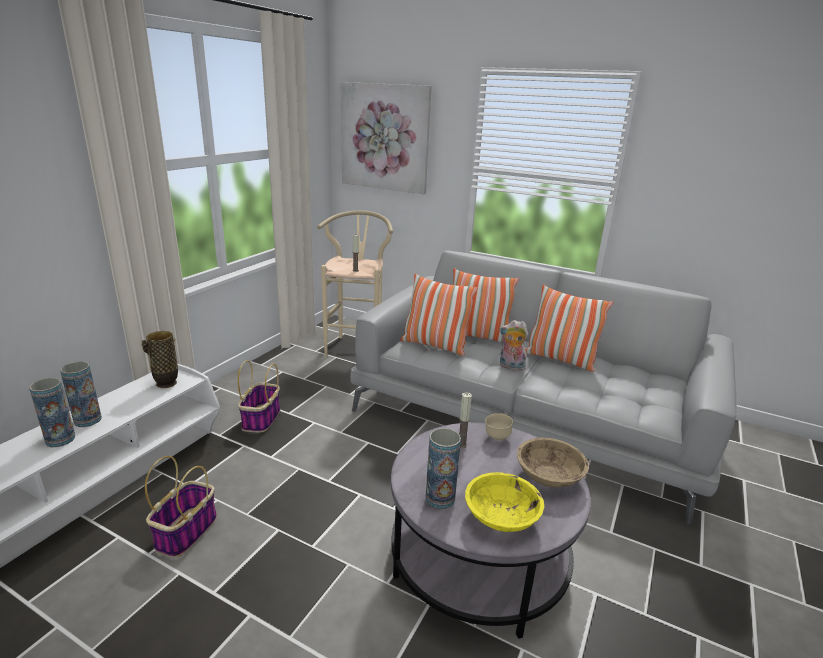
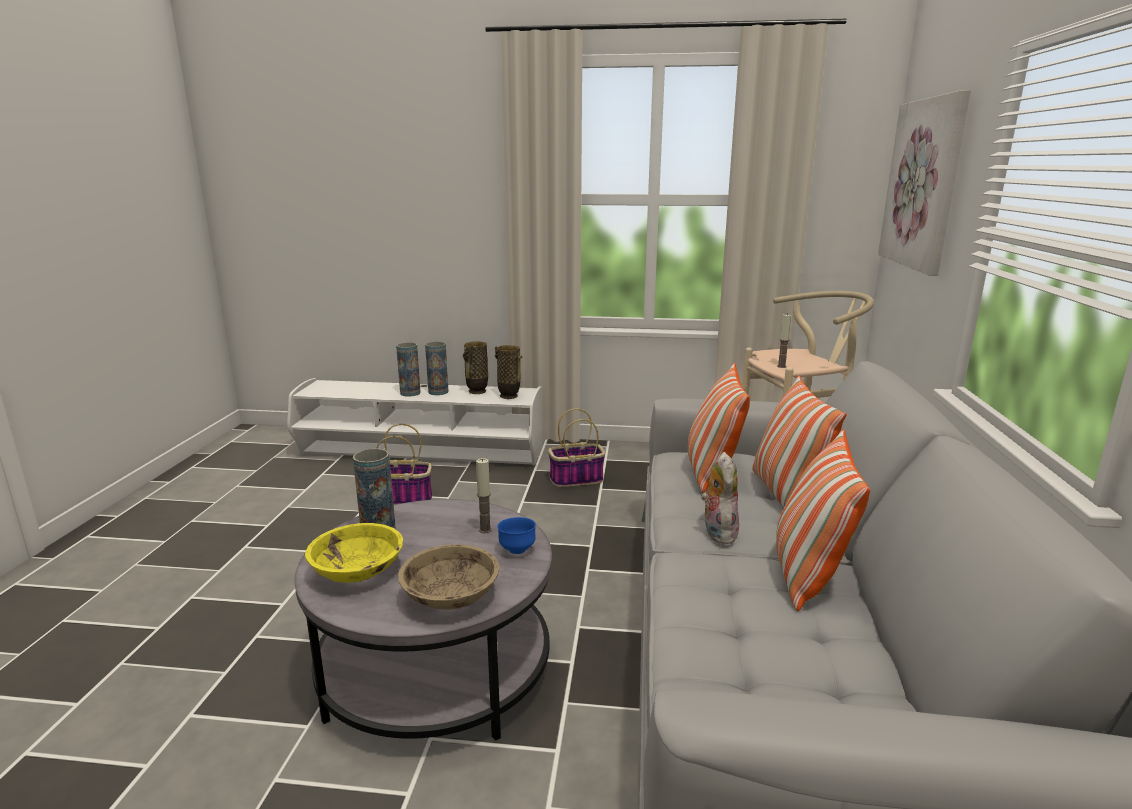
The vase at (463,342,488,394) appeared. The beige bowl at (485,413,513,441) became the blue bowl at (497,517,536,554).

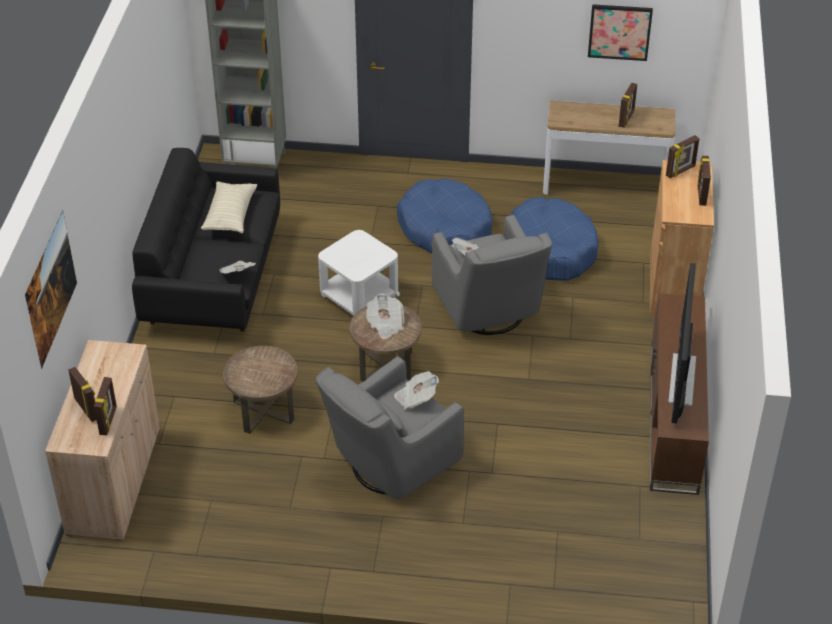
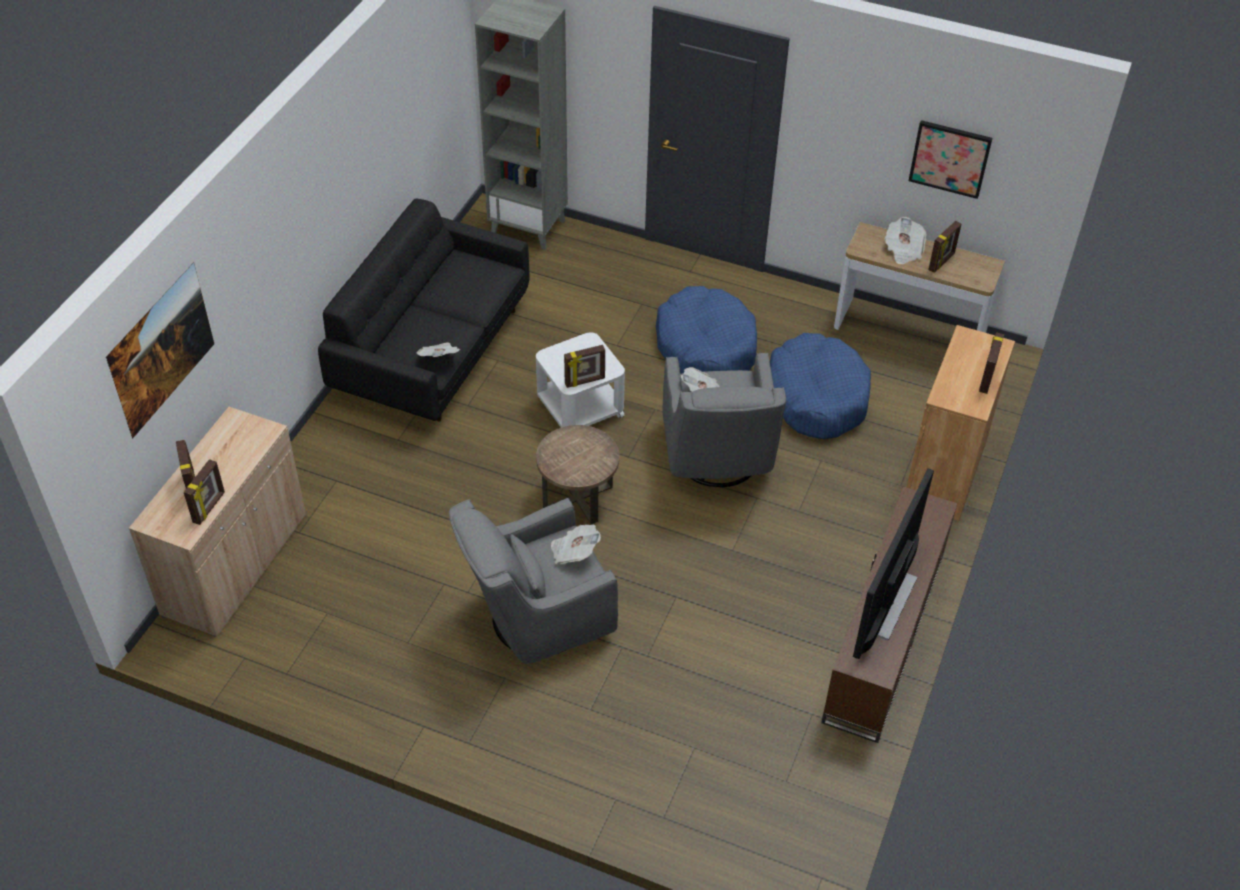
The picture frame moved from (666,135,700,178) to (564,345,605,388). The newspaper moved from (366,293,404,339) to (884,217,927,264). The beige pillow at (201,181,257,233) disappeared. The brown side table at (223,346,298,434) disappeared.

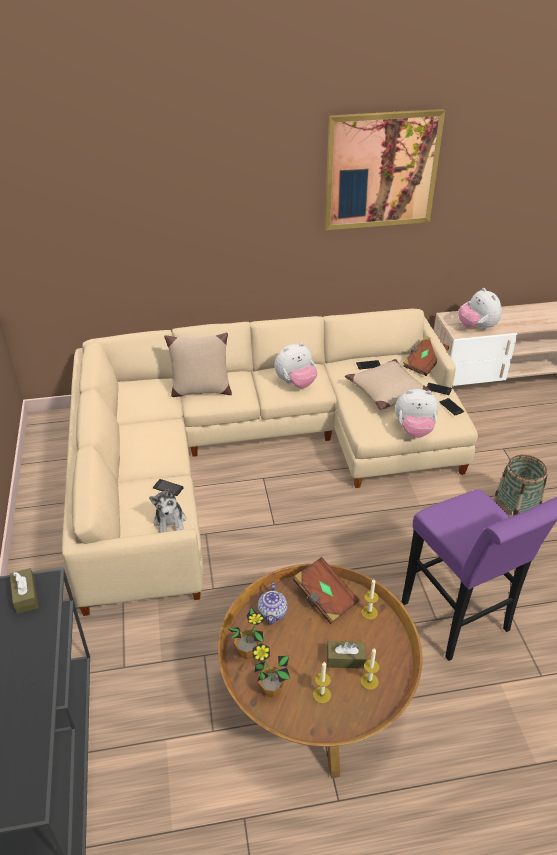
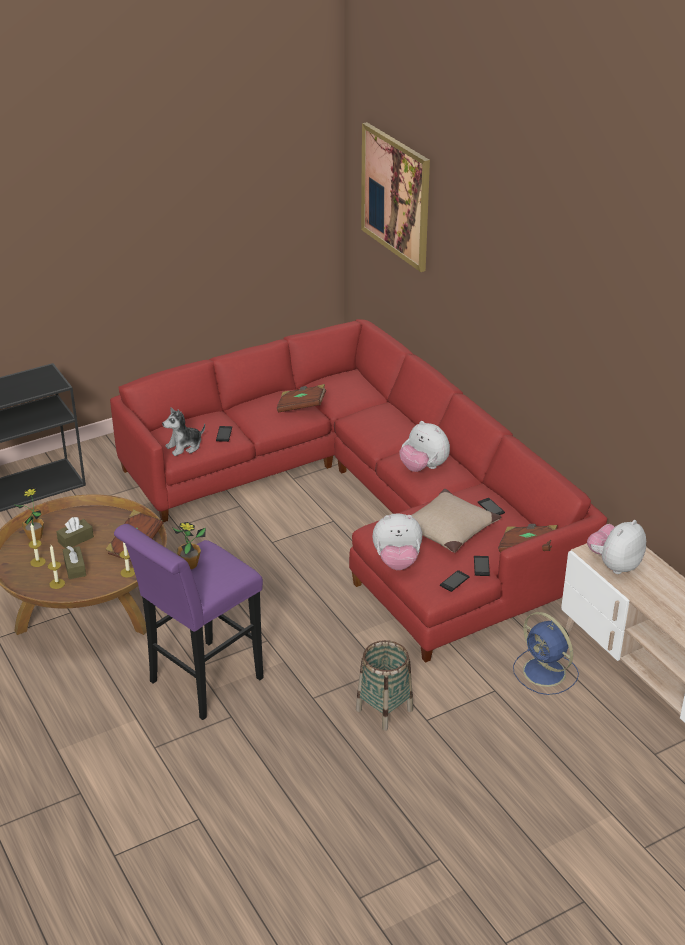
The brown tissue box moved from (10,568,38,614) to (56,517,94,549). The beige sofa at (62,309,478,616) became the red sofa at (110,319,607,663). The potted plant moved from (228,608,265,659) to (173,522,206,569). The brown book at (277,384,326,413) appeared. The picture moved from (324,109,445,230) to (361,122,430,272). The plush toy at (395,389,439,438) turned 75 degrees counterclockwise. The blue fan at (513,612,579,695) appeared. The beige pillow at (164,333,232,397) disappeared. The teapot at (258,582,287,625) disappeared.

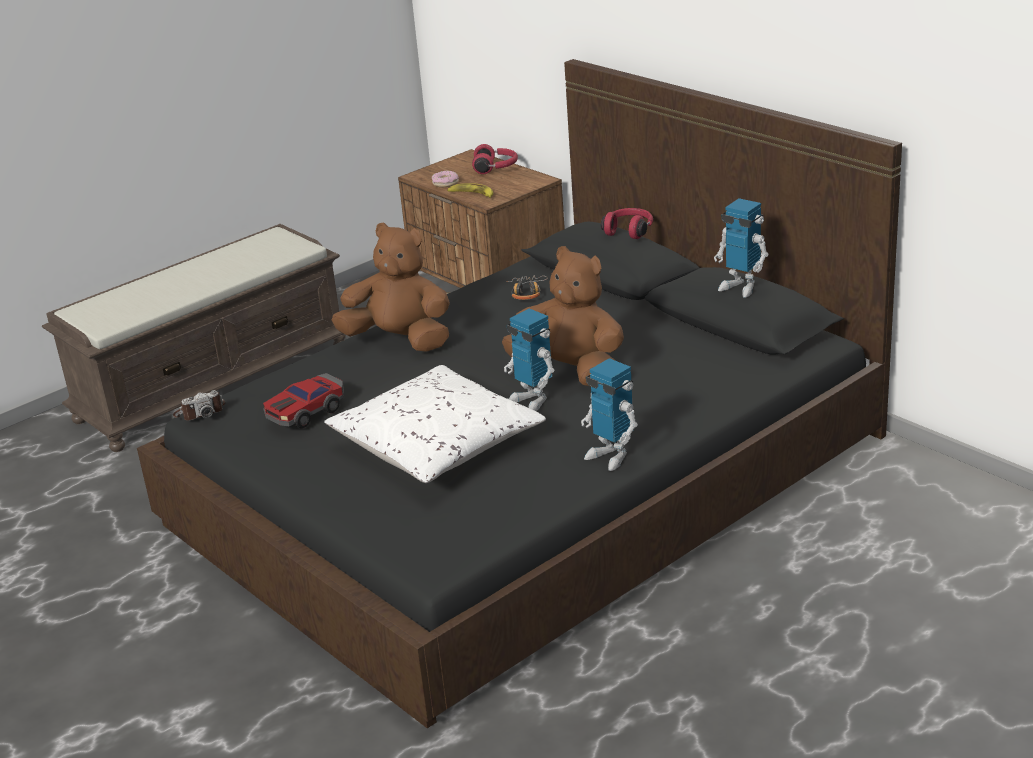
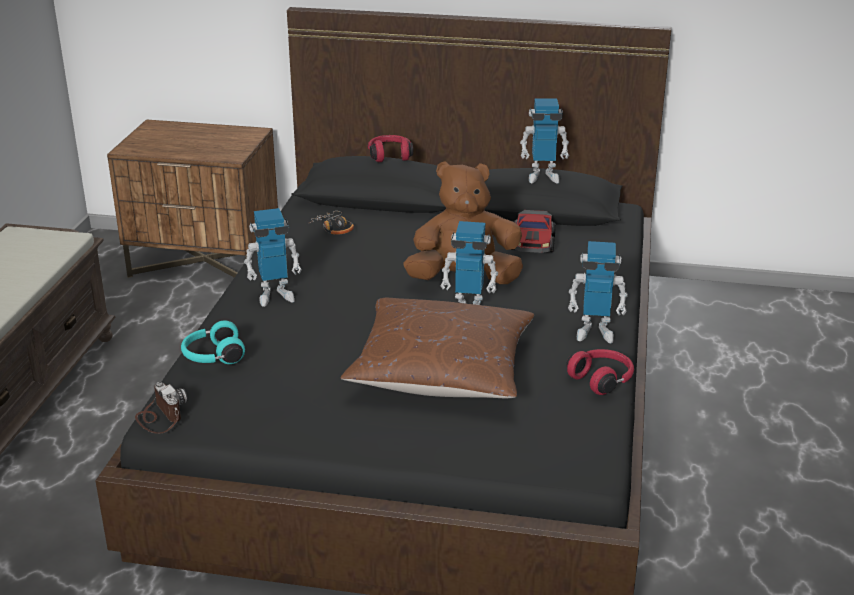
The photo camera at (173,390,225,420) turned 60 degrees counterclockwise. The turquoise headphones at (181,321,245,364) appeared. The brown plush toy at (331,223,450,352) was replaced by the toy robot at (244,208,302,307). The white pillow at (324,365,546,483) became the brown pillow at (341,297,534,398). The toy car moved from (263,373,344,428) to (511,210,556,253). The red headphones moved from (472,144,518,174) to (566,349,634,395). The donut at (431,170,459,187) disappeared. The banana at (447,183,493,198) disappeared.

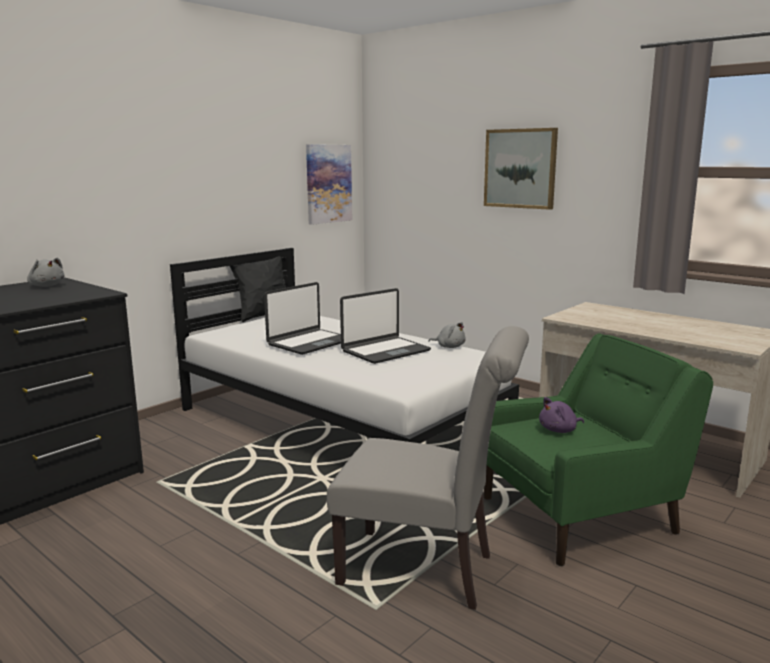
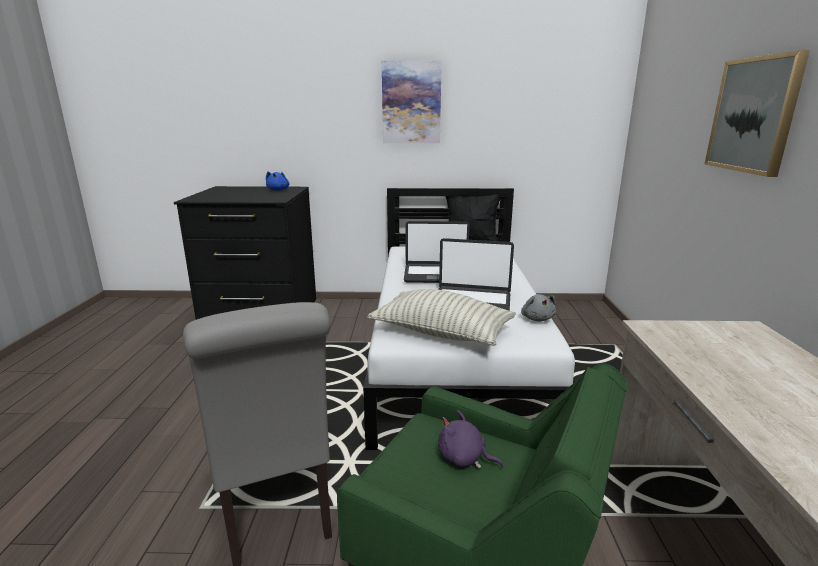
The grey plush toy at (27,258,64,287) became the blue plush toy at (266,171,290,191). The pillow at (367,289,516,346) appeared. The picture moved from (306,144,352,225) to (382,60,442,143).

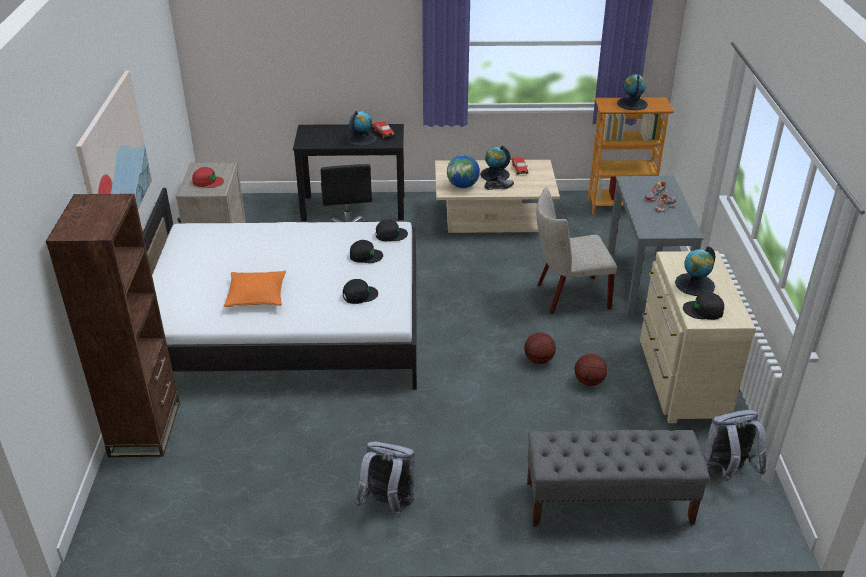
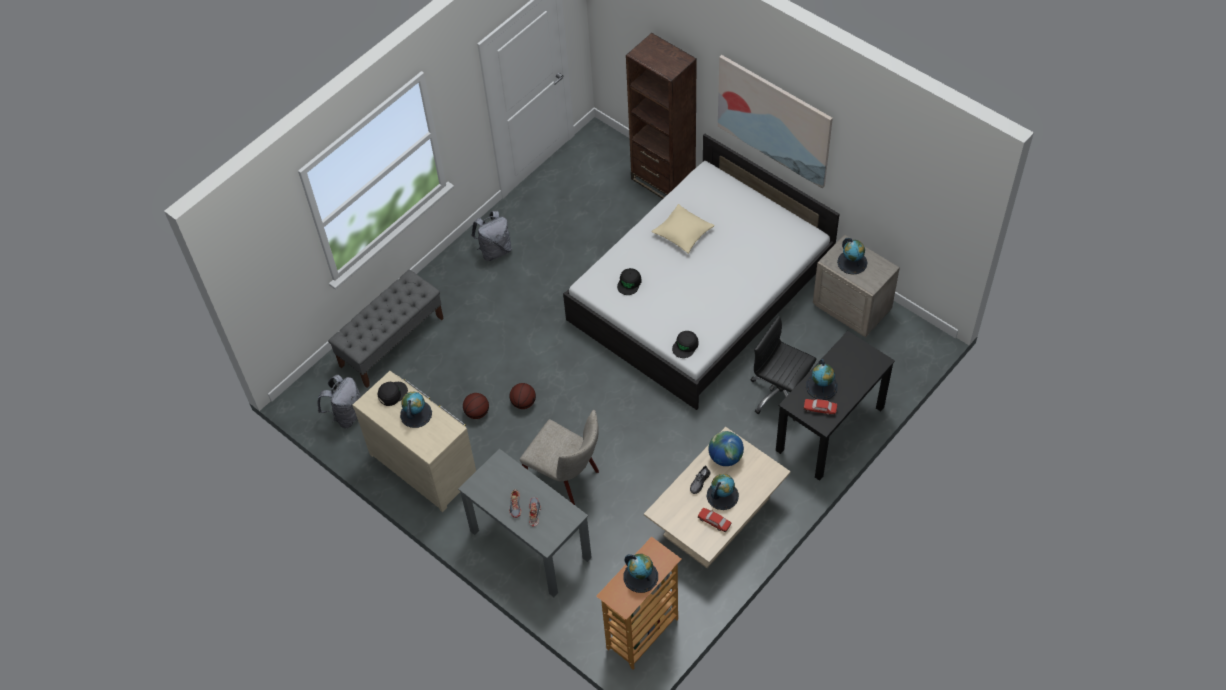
The beige chair at (536,187,617,314) turned 90 degrees clockwise. The orange pillow at (224,271,286,307) became the beige pillow at (652,204,715,254). The red cap at (192,167,224,188) was replaced by the globe at (837,238,868,275). The black cap at (350,240,383,263) disappeared.

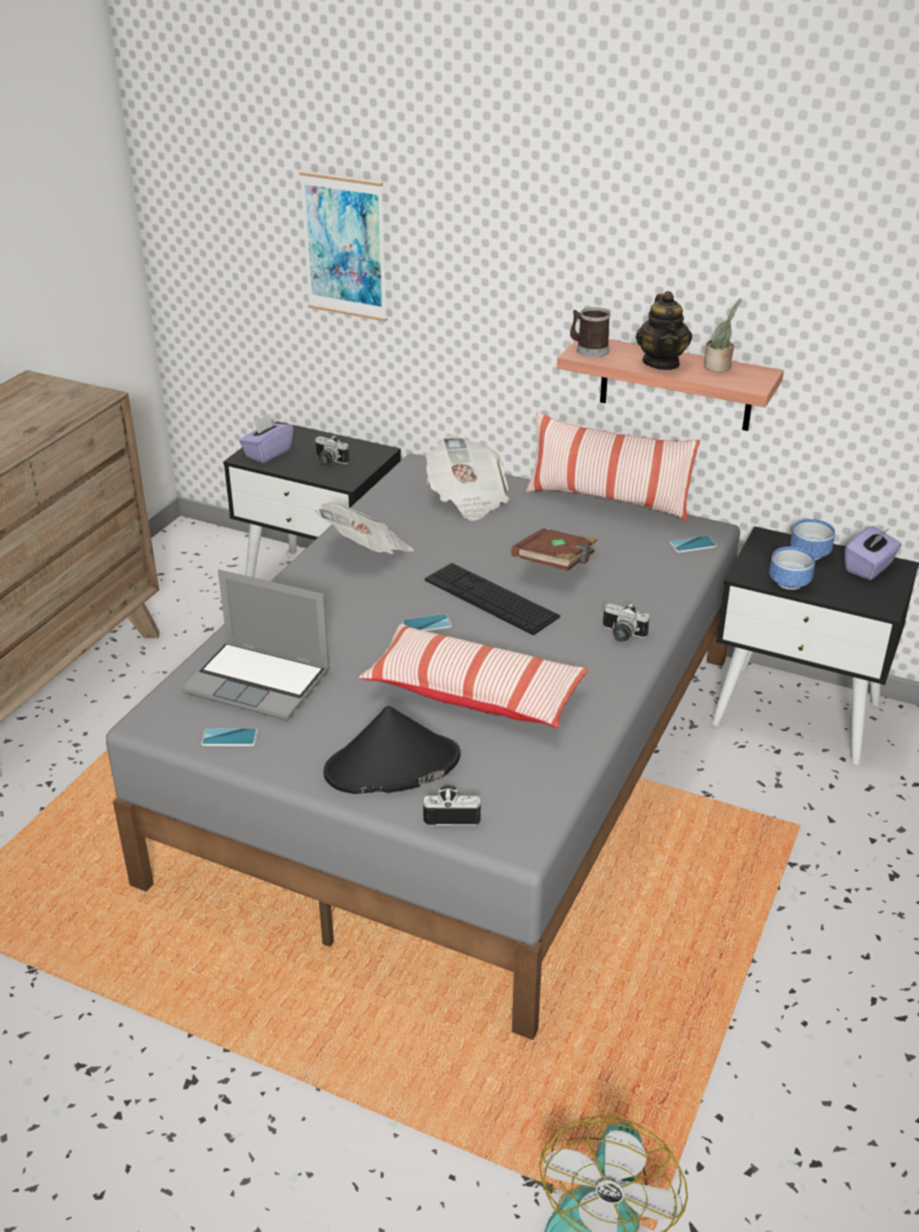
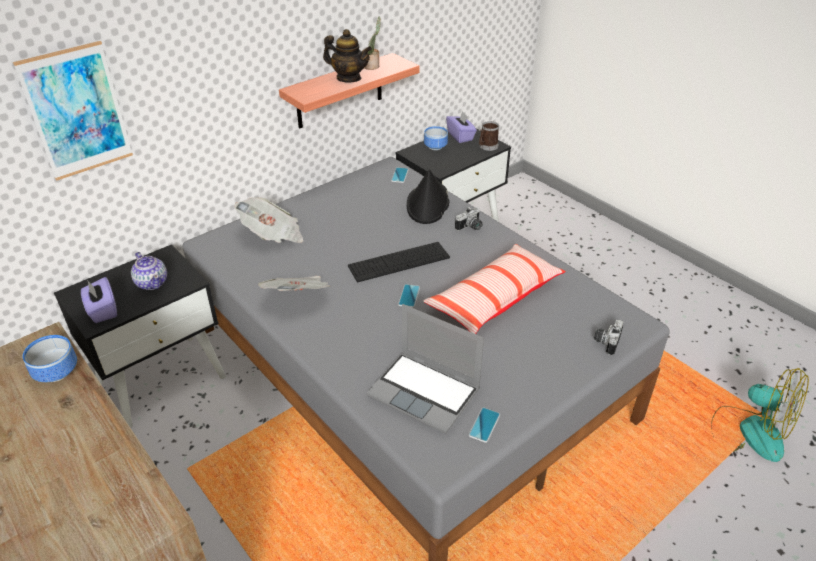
The bowl moved from (769,547,815,590) to (22,335,77,382). The photo camera at (315,435,349,465) was replaced by the teapot at (131,252,167,290). The laptop at (182,570,330,720) turned 75 degrees clockwise. The black hat moved from (323,706,460,794) to (407,169,450,224). The mug moved from (570,307,610,358) to (479,121,499,151). The brown book at (511,528,597,571) disappeared. The pillow at (526,412,700,521) disappeared.

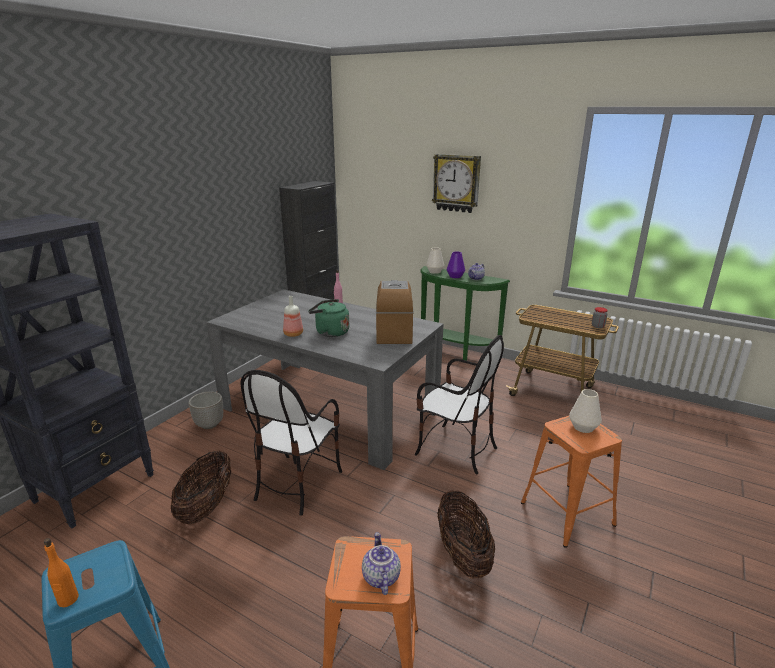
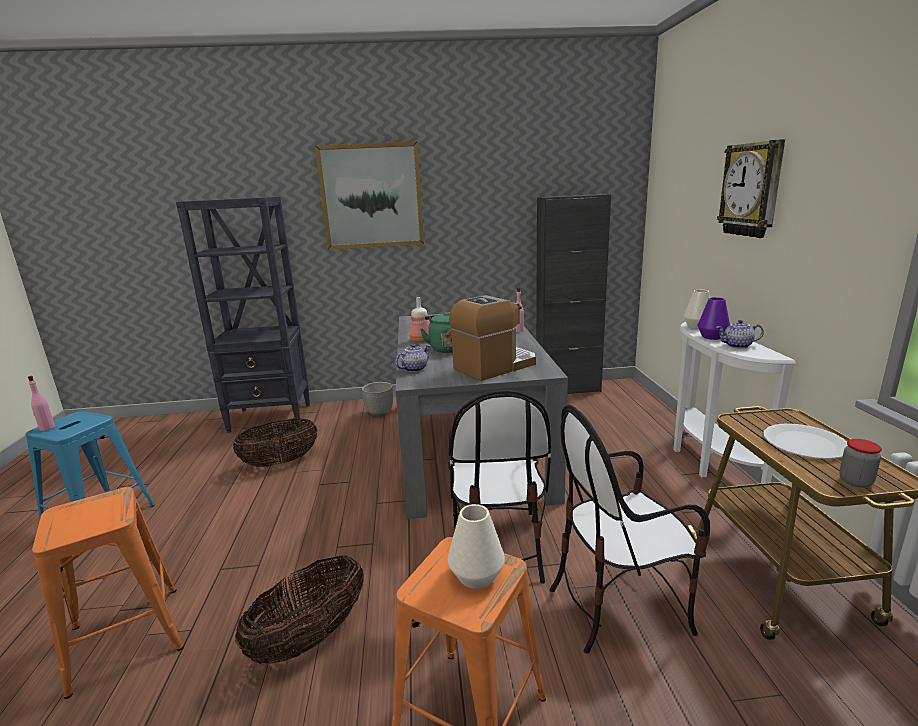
The orange bottle at (44,538,79,607) became the pink bottle at (28,376,55,431). The picture at (315,141,424,249) appeared. The teapot moved from (362,532,401,595) to (395,344,430,372). The chair moved from (240,370,342,516) to (550,405,710,654). The green console table at (420,266,510,363) became the white console table at (673,322,796,483). The white plate at (764,424,848,459) appeared.

